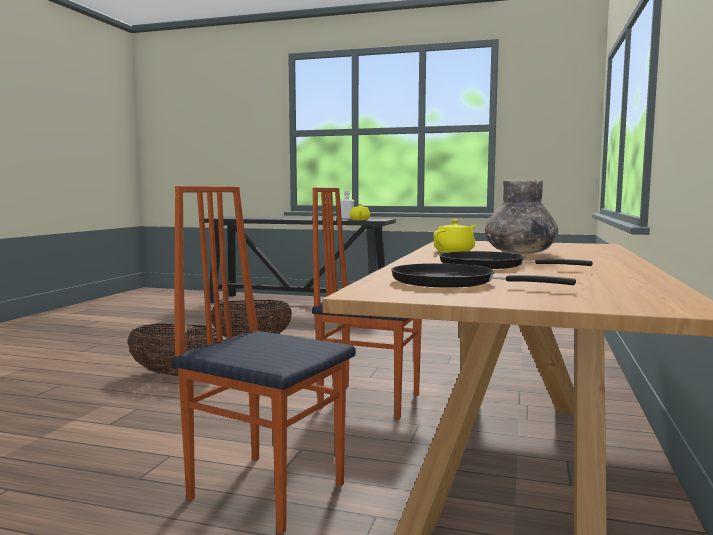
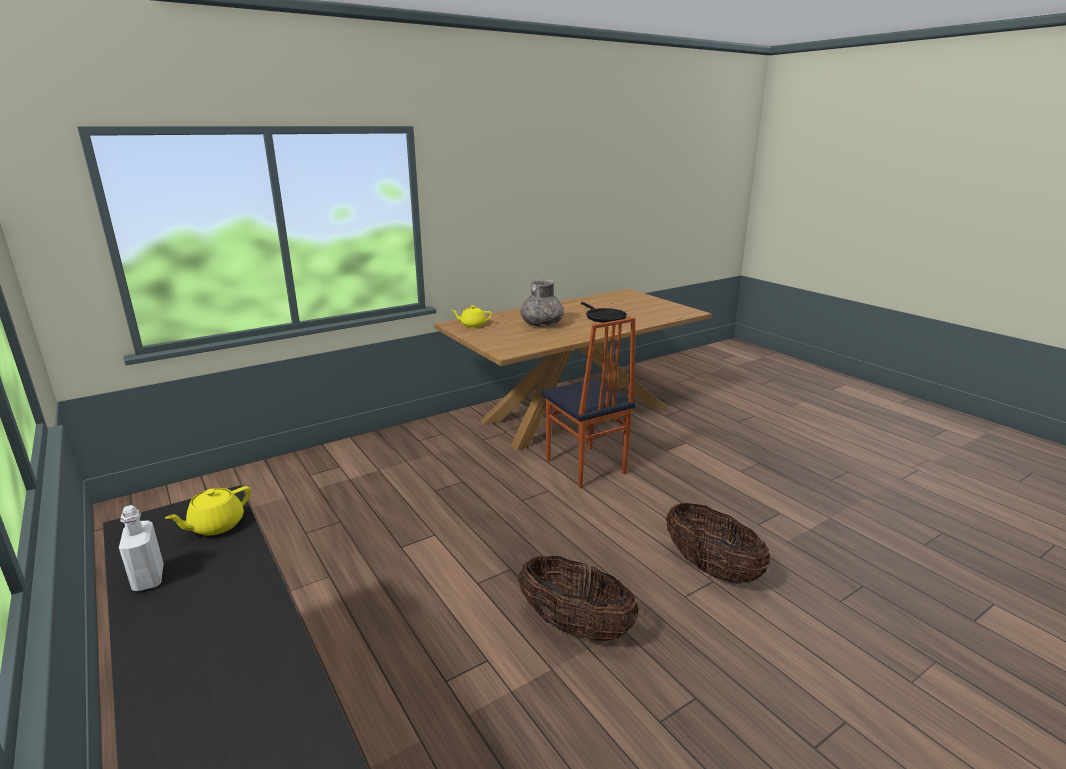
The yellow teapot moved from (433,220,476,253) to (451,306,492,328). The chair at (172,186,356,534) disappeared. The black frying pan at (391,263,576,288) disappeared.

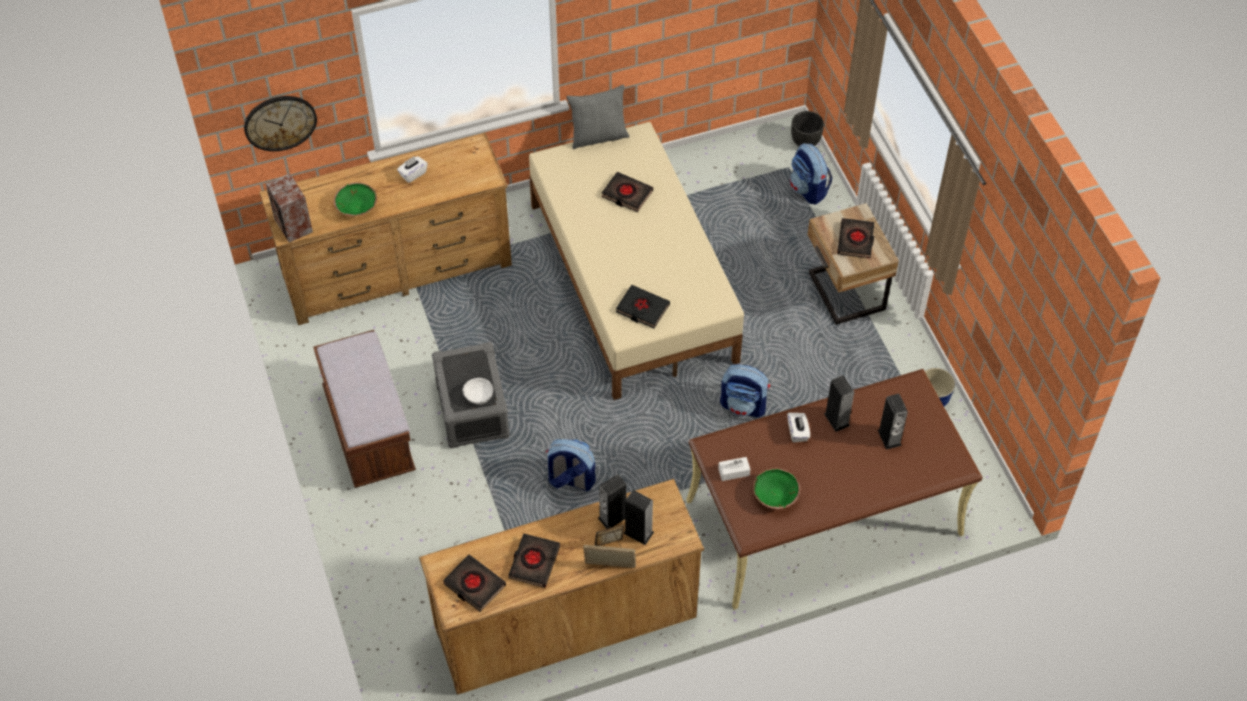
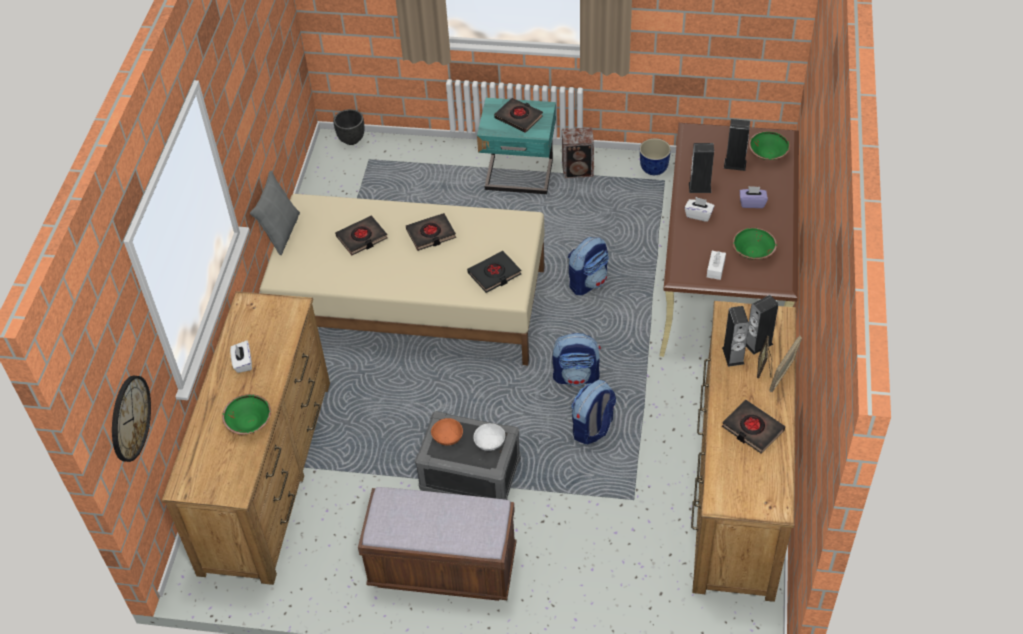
The black book moved from (443,554,506,612) to (406,213,456,251). The orange bowl at (431,418,463,446) appeared. The beige nightstand at (808,203,899,325) became the turquoise nightstand at (477,98,556,194). The backpack moved from (790,143,832,205) to (553,333,601,386). The speaker moved from (266,174,313,243) to (562,127,594,178). The purple tissue box at (740,186,768,208) appeared. The green bowl at (749,131,790,160) appeared.

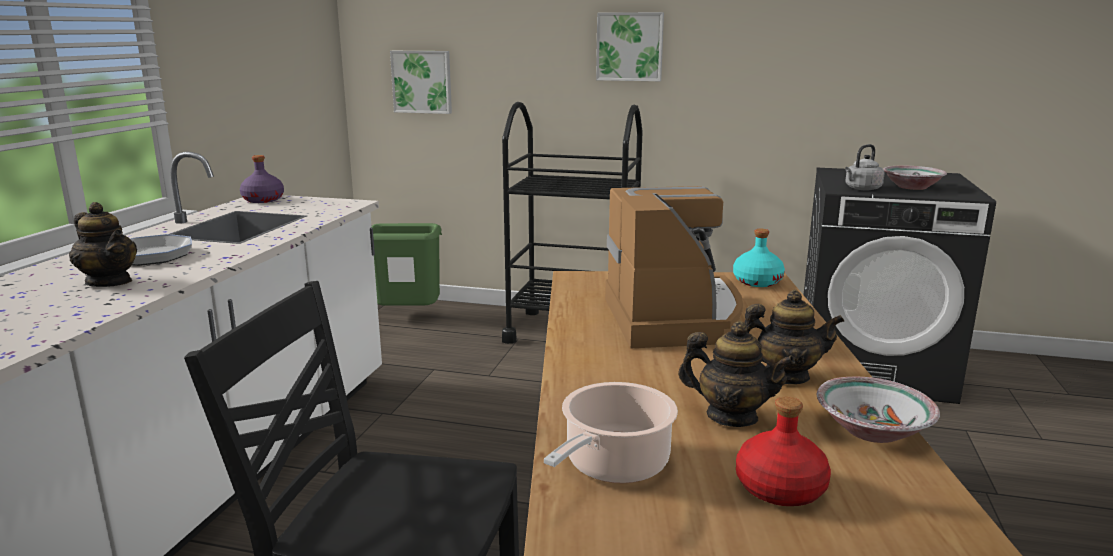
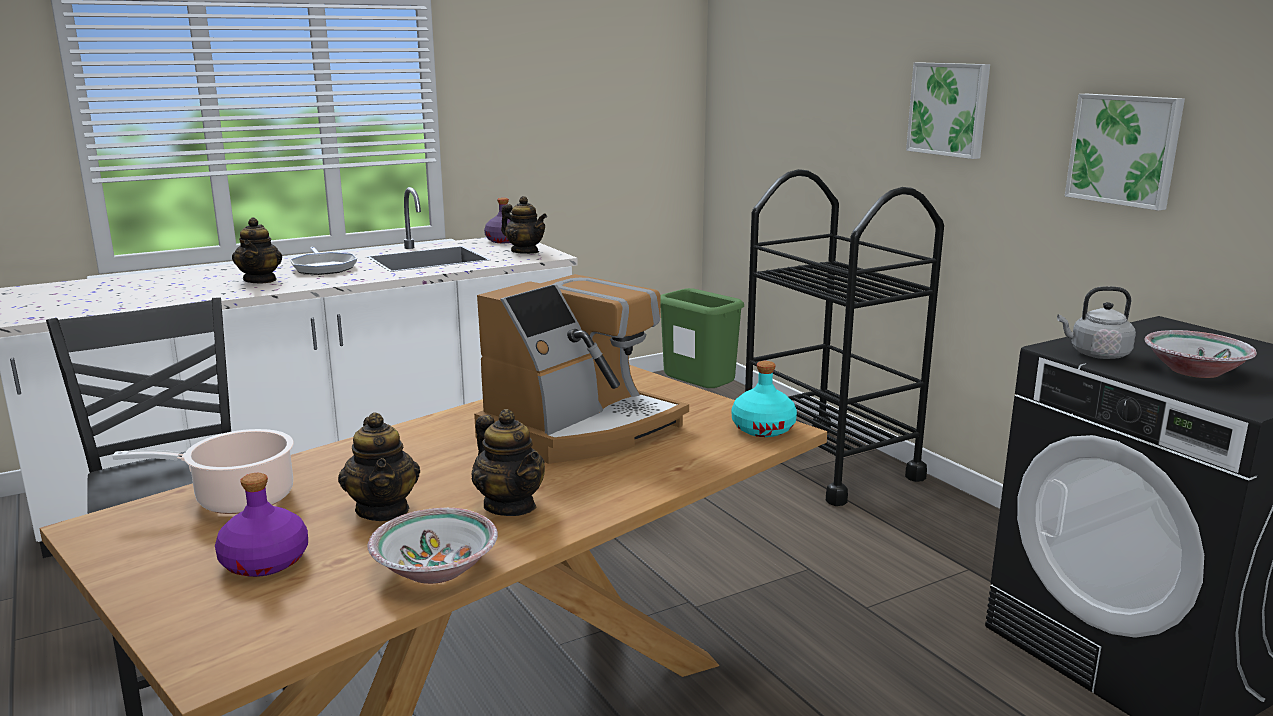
The red bottle at (736,396,831,506) became the purple bottle at (215,473,308,577). The teapot at (501,196,547,254) appeared. The picture moved from (390,51,452,114) to (1065,94,1185,211).

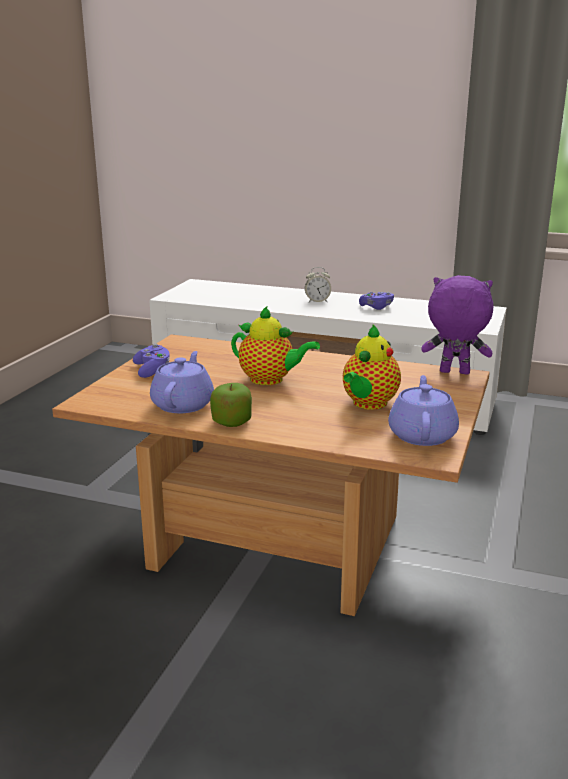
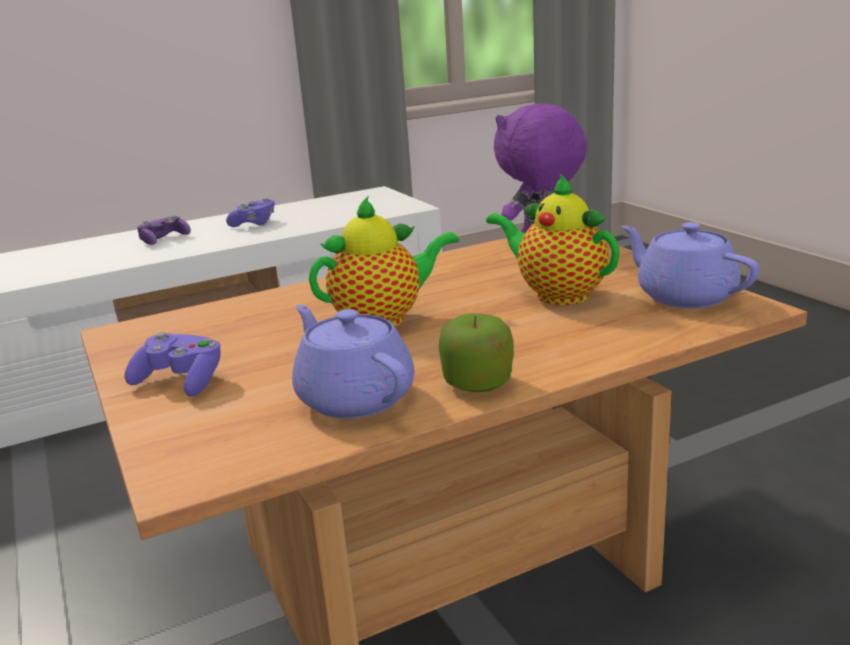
The alarm clock at (305,267,331,302) was replaced by the game controller at (137,216,191,245). The teapot at (343,325,401,410) turned 150 degrees clockwise.

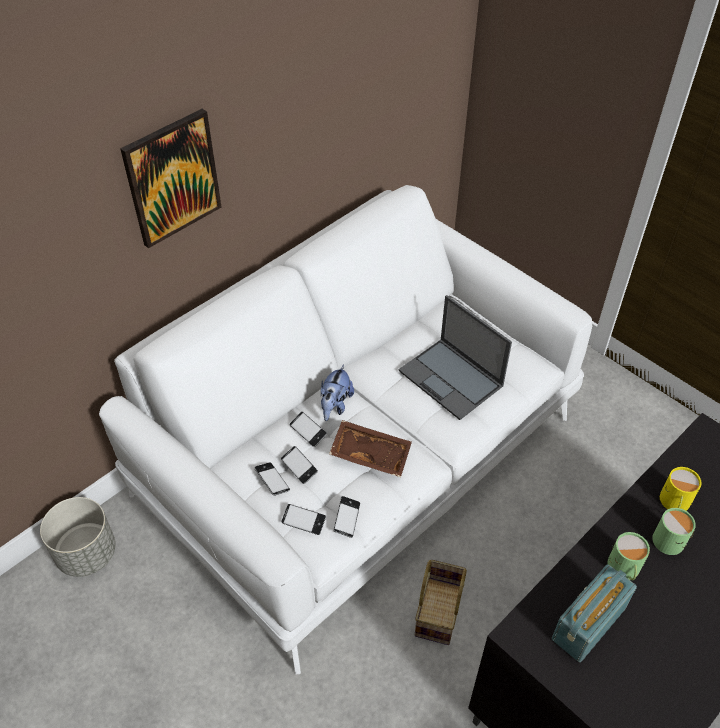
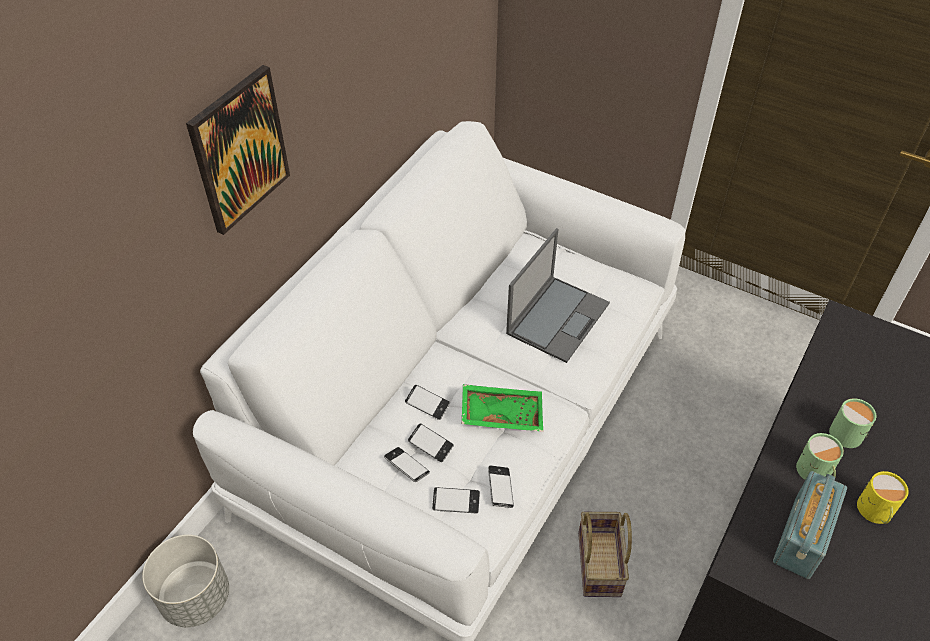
The brown tray at (329,420,412,477) became the green tray at (462,384,543,432). The laptop at (399,295,512,420) turned 90 degrees counterclockwise. The yellow mug moved from (660,467,702,511) to (857,471,909,524). The plush toy at (321,365,354,421) disappeared.

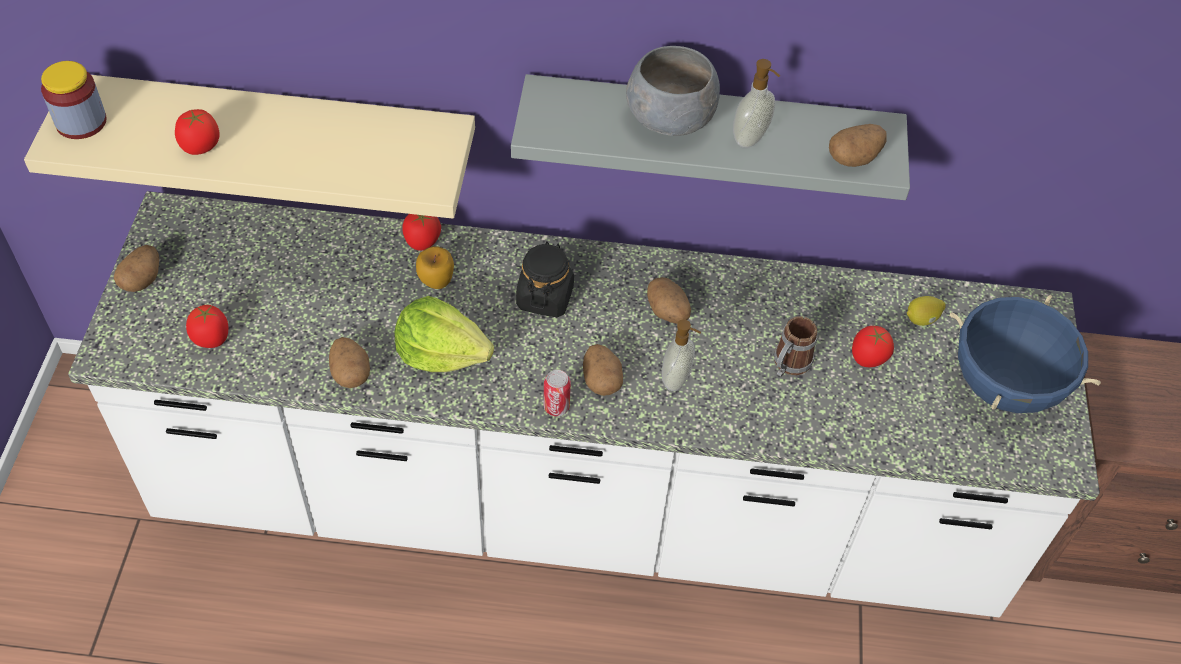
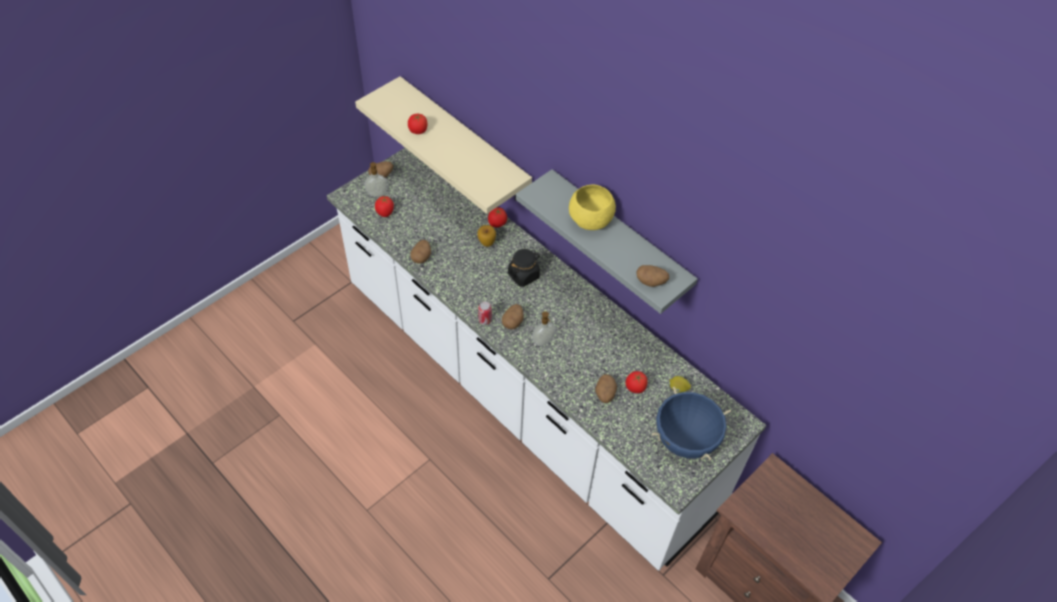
The soap dispenser moved from (733,59,780,148) to (364,162,388,197). The grey bowl at (626,46,720,136) became the yellow bowl at (569,185,616,230). The potato moved from (647,277,691,324) to (595,374,617,403). The jar at (41,61,107,139) disappeared. The lettuce at (395,296,494,372) disappeared. The mug at (774,316,818,377) disappeared.

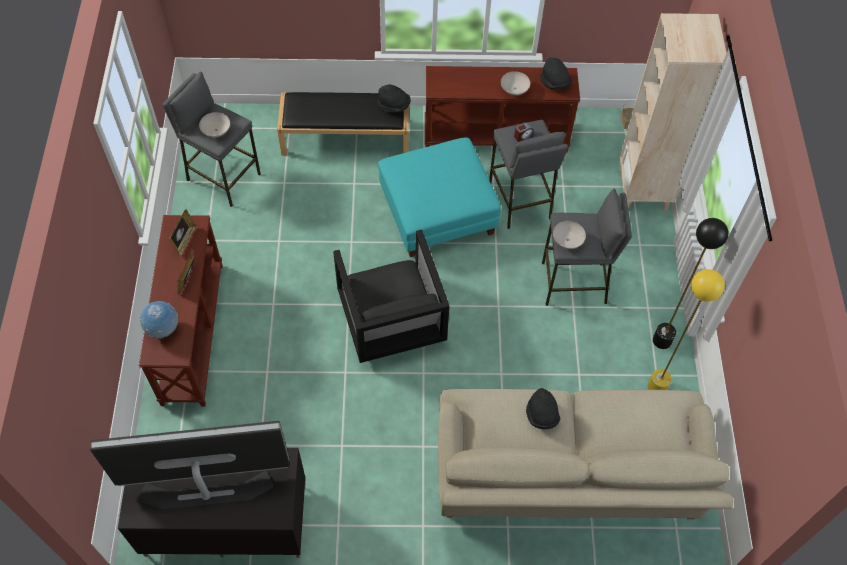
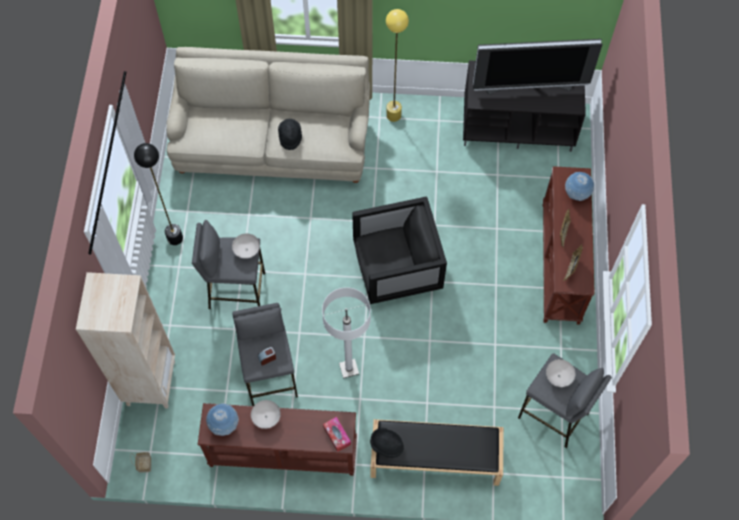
The black hat at (540,58,572,90) was replaced by the globe at (206,403,239,436). The turquoise ottoman at (378,137,501,257) was replaced by the white floor lamp at (322,287,371,378). The tissue box at (323,417,351,452) appeared. The black armchair at (333,230,450,363) turned 90 degrees clockwise. The yellow floor lamp moved from (648,269,725,390) to (386,9,409,122).

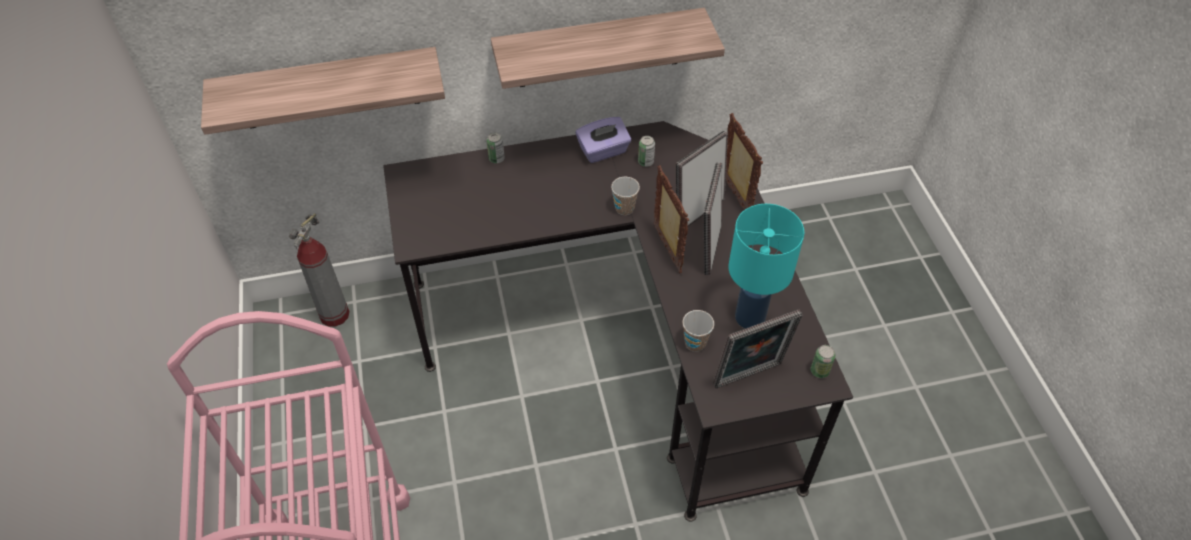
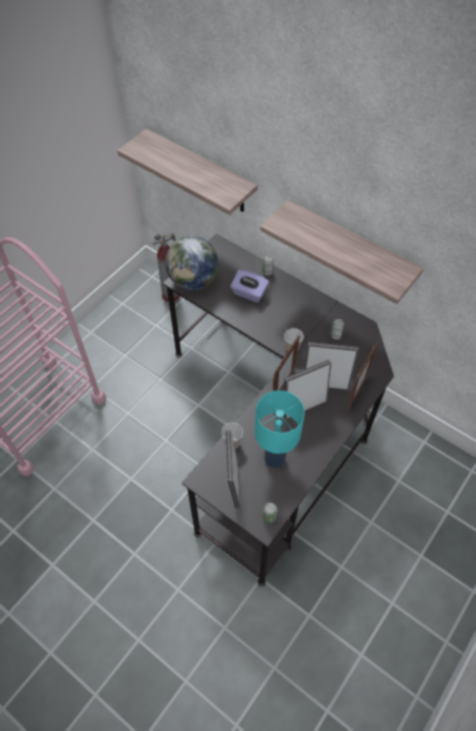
The globe at (165,236,219,290) appeared. The picture frame at (713,310,802,388) turned 60 degrees clockwise. The purple tissue box moved from (576,117,631,163) to (230,270,269,303).

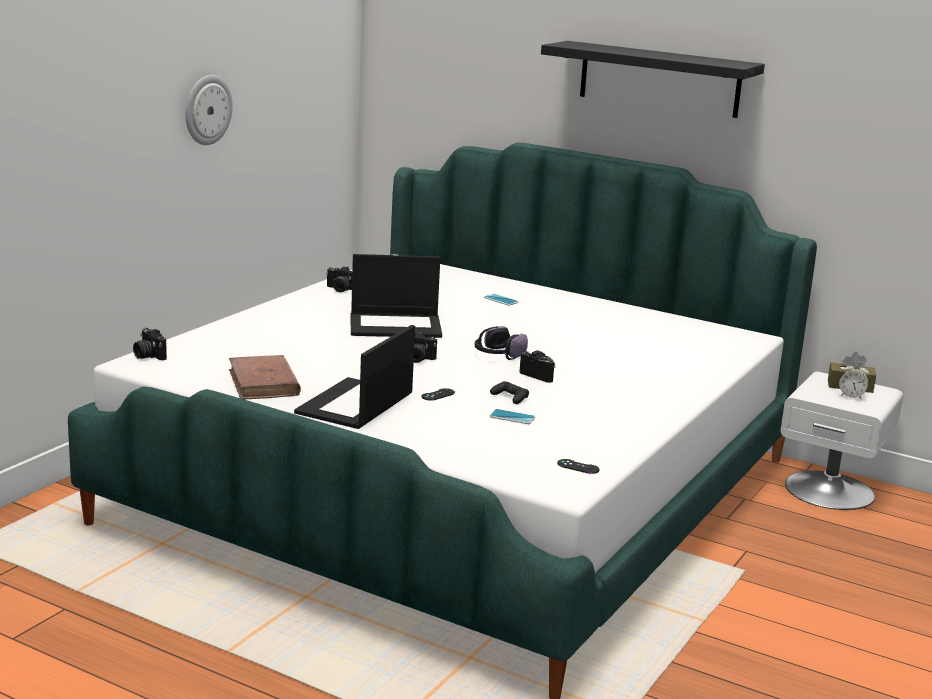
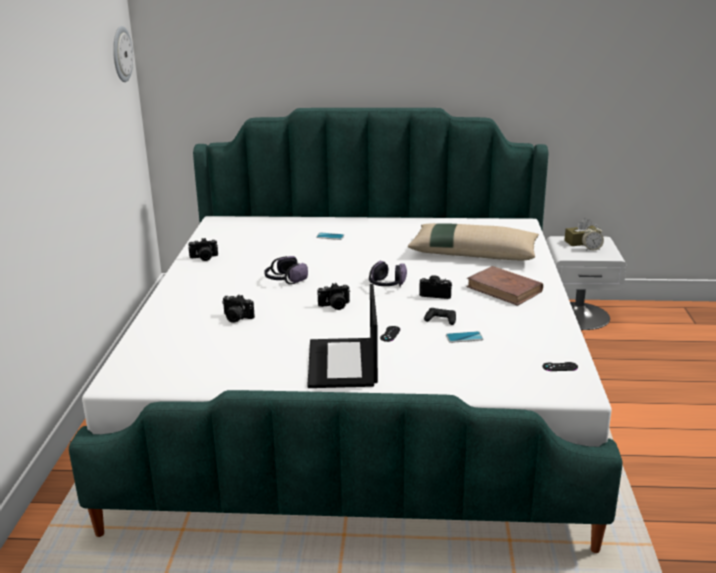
The wall clock moved from (185,75,233,145) to (113,26,133,82). The photo camera moved from (133,328,167,360) to (222,295,255,323). The laptop at (351,254,442,338) was replaced by the headphones at (264,256,308,284). The beige pillow at (408,223,539,260) appeared. The brown book moved from (229,355,301,399) to (466,266,543,306). The black shelf at (541,41,765,118) disappeared.

